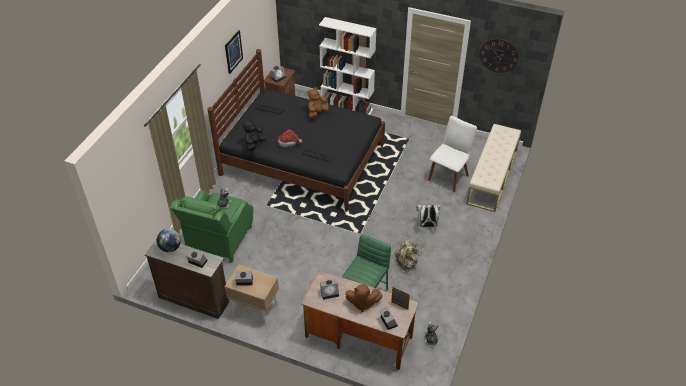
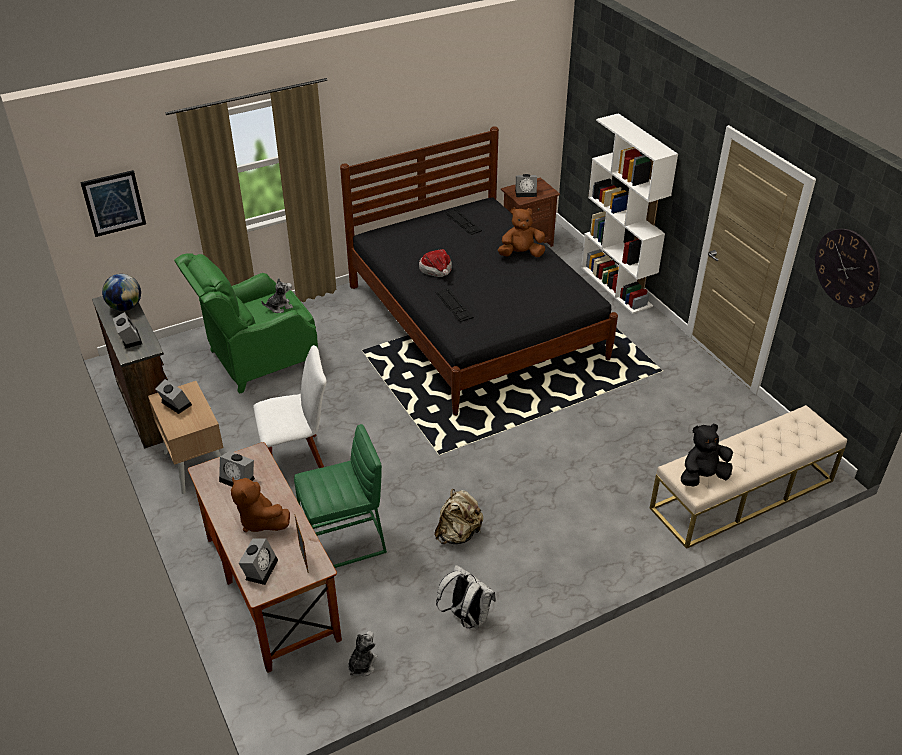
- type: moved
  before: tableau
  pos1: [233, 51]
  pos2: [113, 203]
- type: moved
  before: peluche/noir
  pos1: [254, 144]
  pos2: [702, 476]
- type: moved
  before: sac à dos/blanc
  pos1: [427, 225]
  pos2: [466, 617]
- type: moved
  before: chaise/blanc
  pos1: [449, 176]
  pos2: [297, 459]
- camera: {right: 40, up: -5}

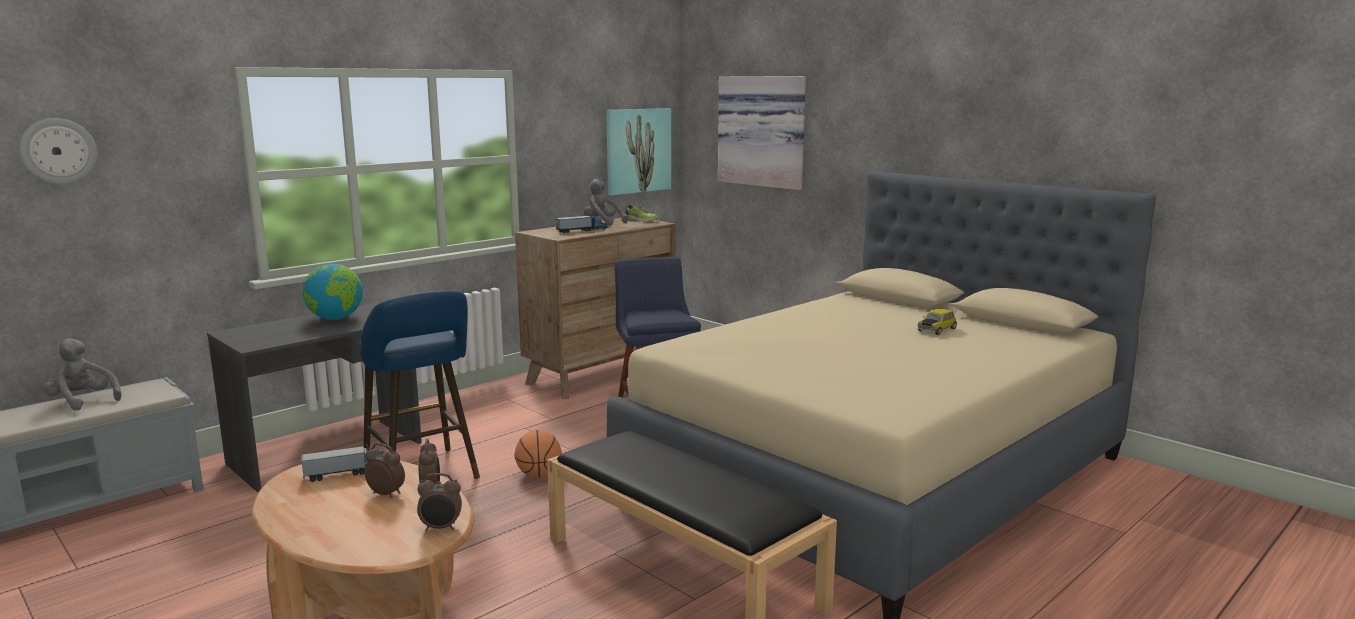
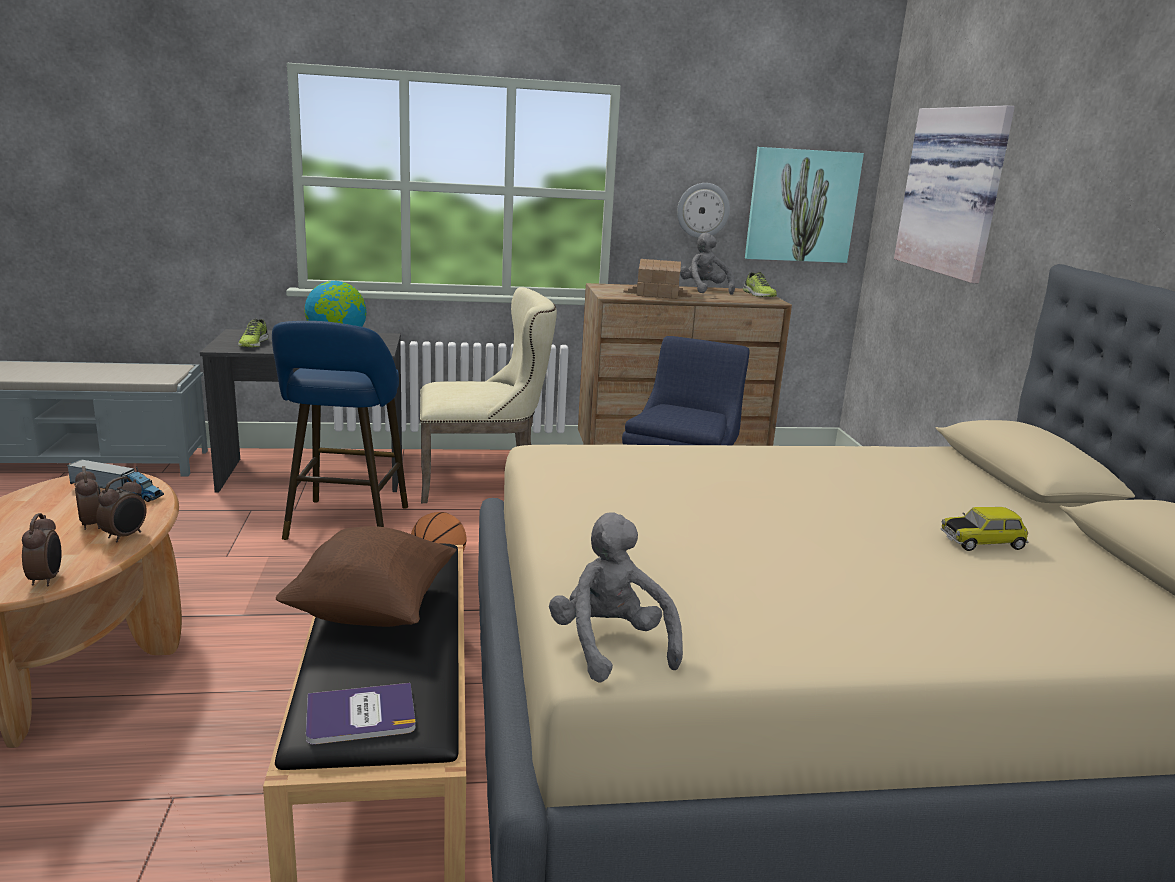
- type: added
  after: chaussure
  pos2: [253, 343]
- type: added
  after: coussin/marron
  pos2: [372, 610]
- type: added
  after: livre
  pos2: [360, 715]
- type: added
  after: chaise/beige
  pos2: [484, 482]
- type: moved
  before: horloge murale
  pos1: [58, 151]
  pos2: [702, 210]
- type: moved
  before: peluche/gris
  pos1: [83, 401]
  pos2: [610, 645]
- type: replaced
  before: camion jouet
  after: maison miniature
  pos1: [582, 230]
  pos2: [657, 293]
- type: turned
  before: réveil
  pos1: [441, 528]
  pos2: [47, 579]
  turn: -135
- camera: {right: 35, up: 5}

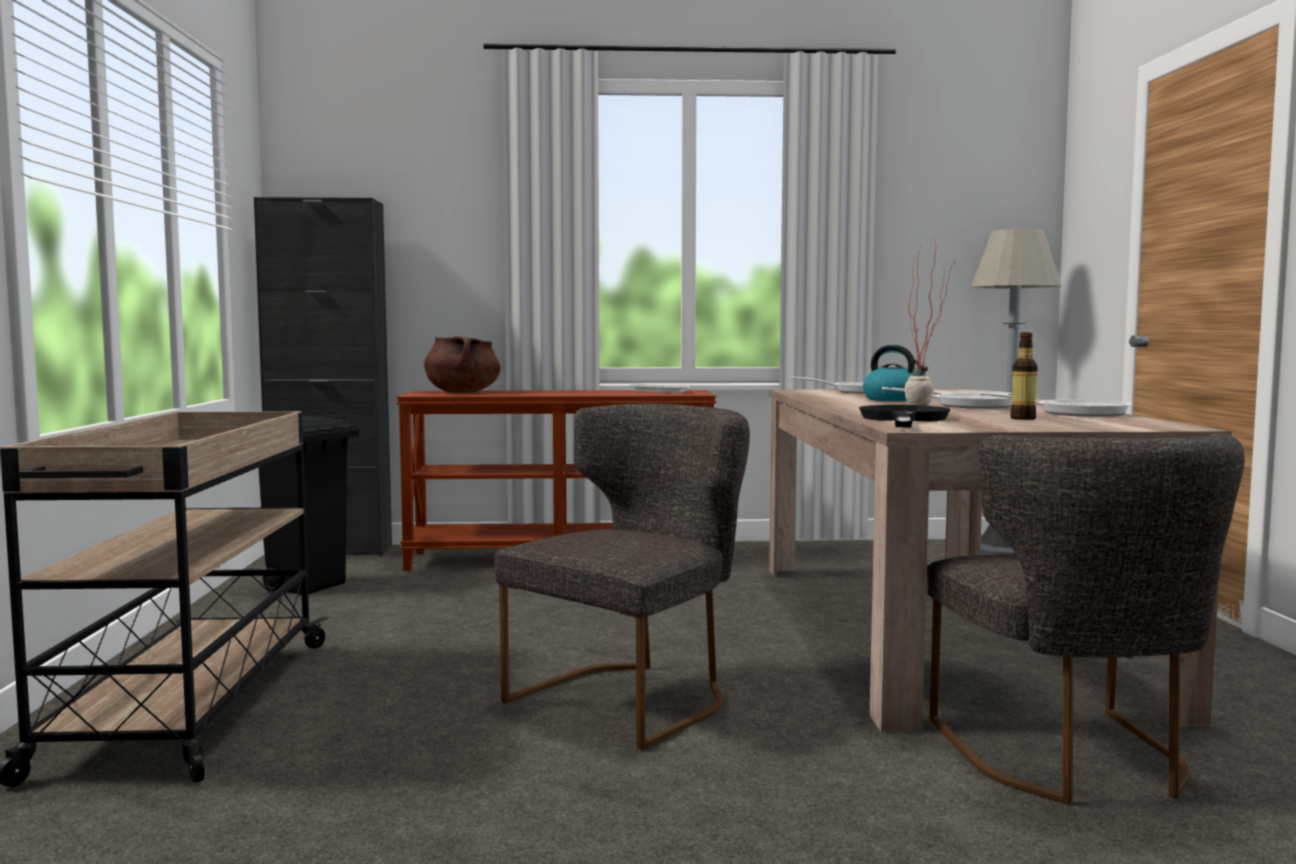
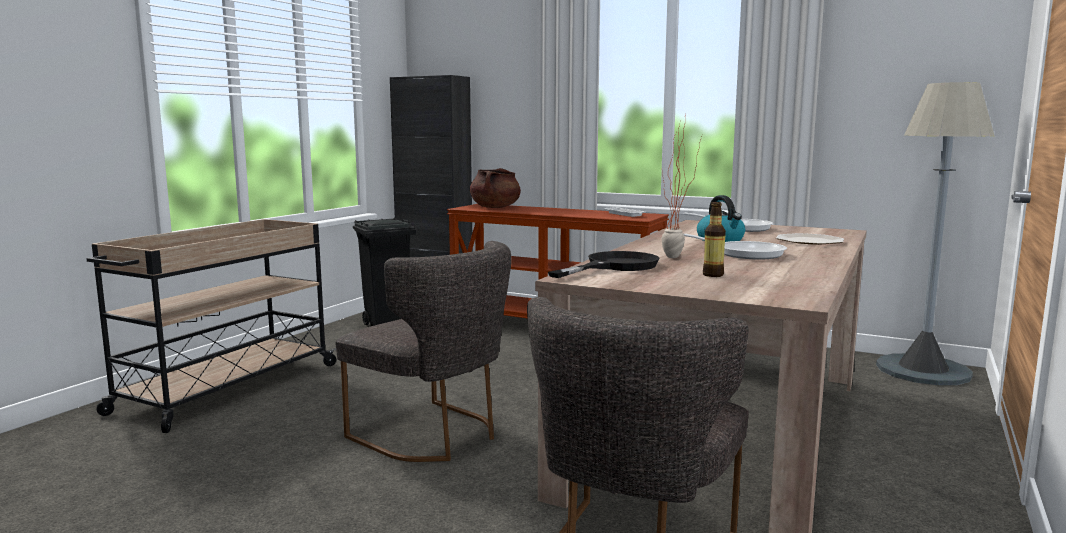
- type: removed
  before: poêle
  pos1: [1073, 413]
- type: turned
  before: chaise/gris
  pos1: [634, 696]
  pos2: [434, 435]
  turn: 60
- camera: {right: 30, up: 5}

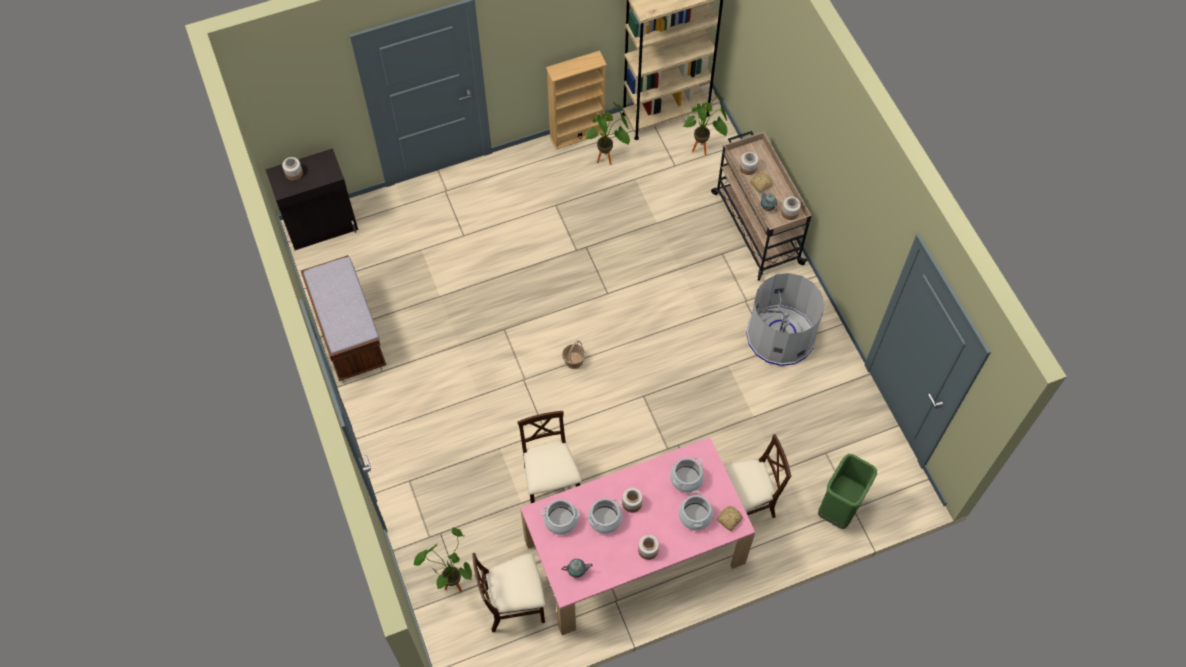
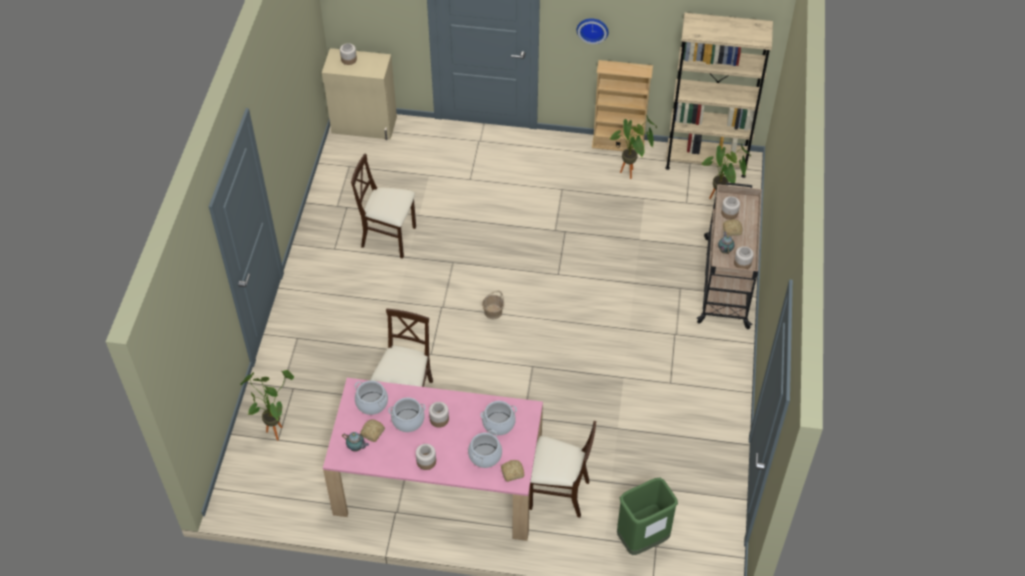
- type: removed
  before: banc/marron
  pos1: [348, 334]
- type: removed
  before: poubelle/gris
  pos1: [780, 336]
- type: added
  after: pain
  pos2: [372, 433]
- type: added
  after: horloge murale
  pos2: [592, 29]
- type: moved
  before: chaise/beige
  pos1: [514, 604]
  pos2: [389, 238]
- type: recoloured
  before: meuble de rangement/noir
  after: meuble de rangement/beige
  pos1: [322, 226]
  pos2: [364, 125]
- camera: {right: 30, up: -10}

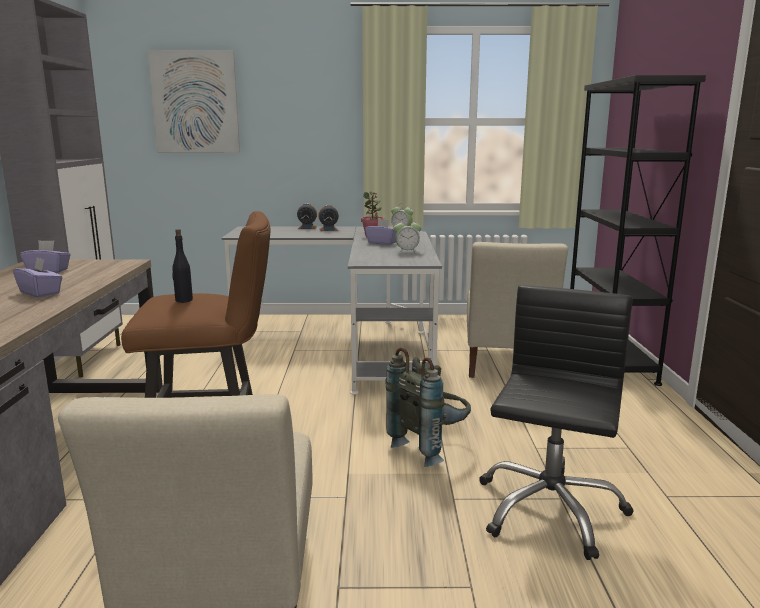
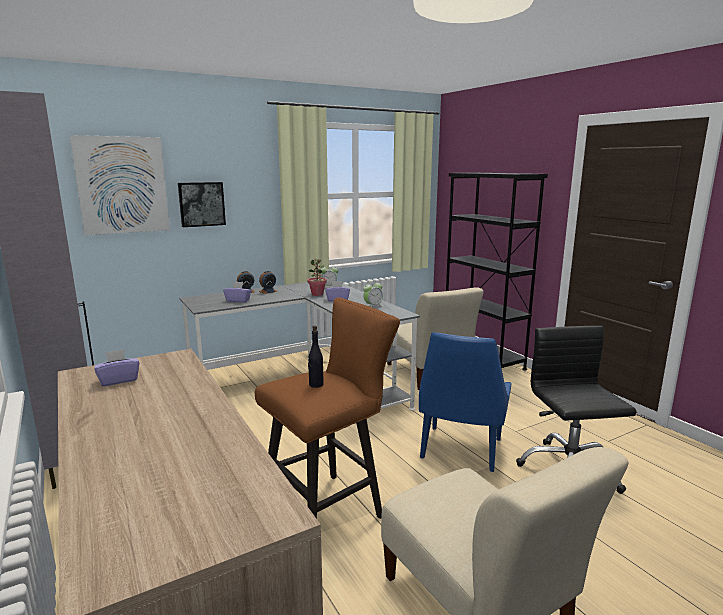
- type: added
  after: tableau
  pos2: [201, 204]
- type: moved
  before: boîte à mouchoirs/violet
  pos1: [40, 293]
  pos2: [238, 300]
- type: replaced
  before: sac à dos/gris
  after: chaise/bleu
  pos1: [430, 447]
  pos2: [460, 450]
- camera: {right: -30, up: 0}

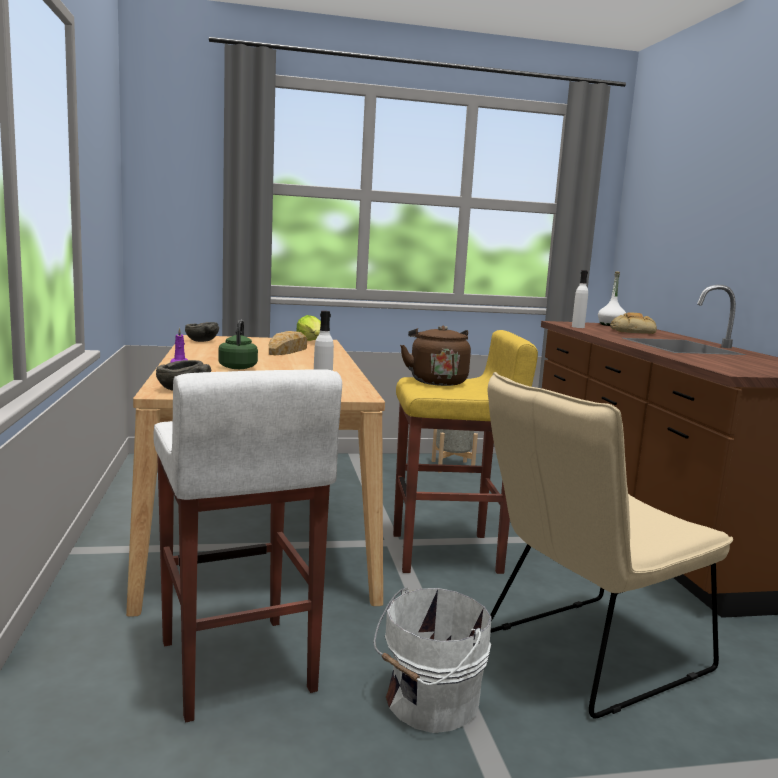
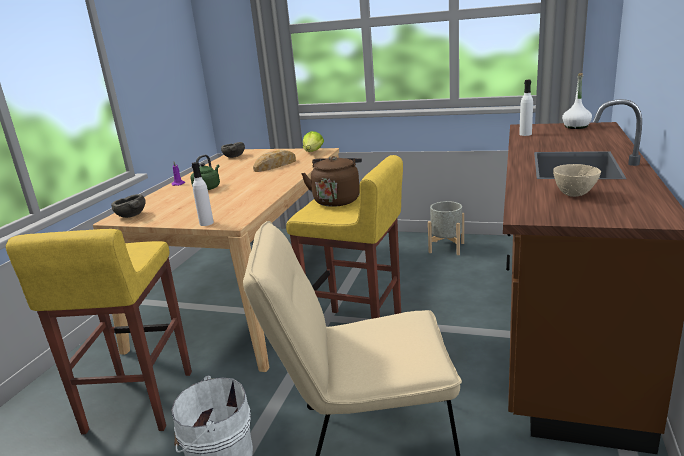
- type: removed
  before: pain
  pos1: [632, 331]
- type: added
  after: bol/beige
  pos2: [574, 194]
- type: recoloured
  before: tabouret/blanc
  after: tabouret/jaune
  pos1: [235, 667]
  pos2: [138, 402]
- camera: {right: 30, up: 10}

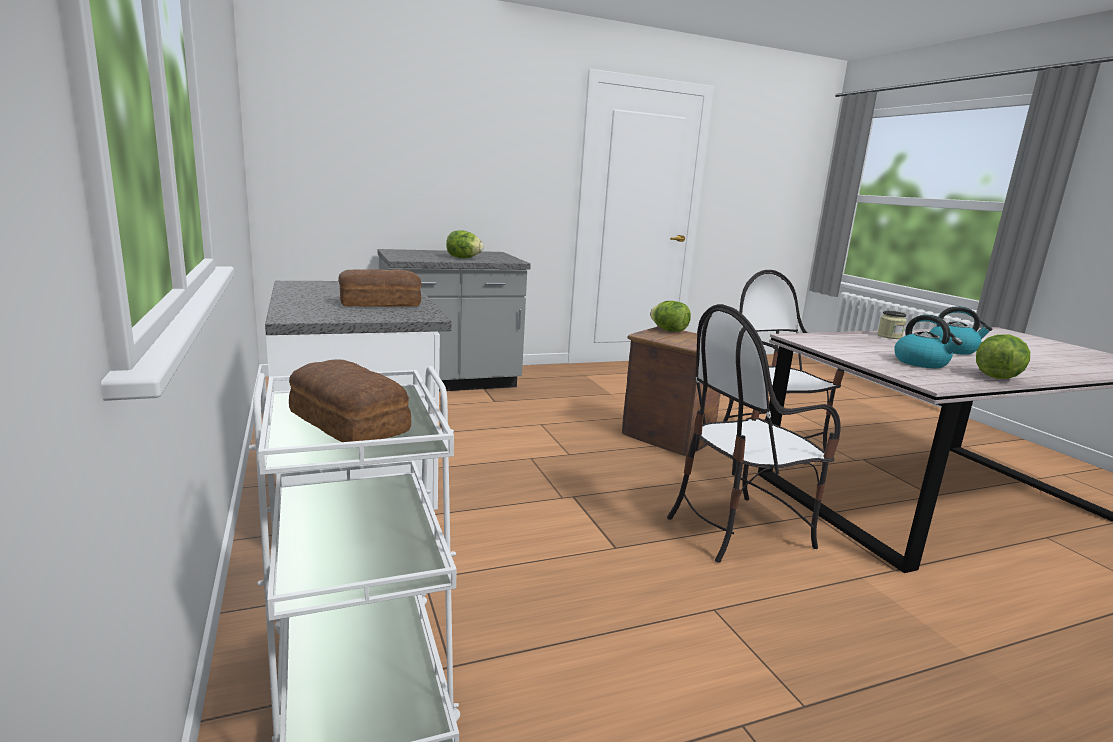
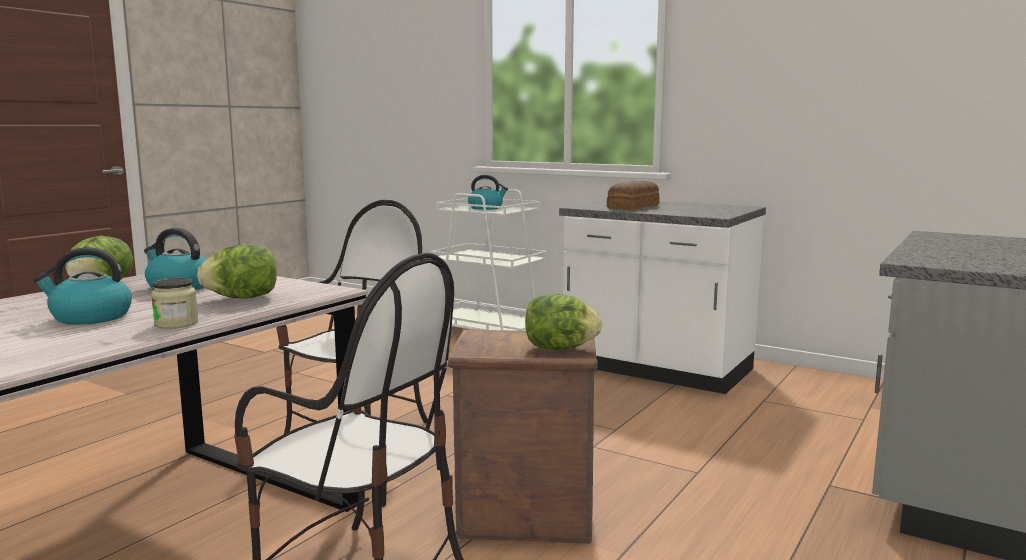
- type: moved
  before: laitue
  pos1: [463, 258]
  pos2: [242, 298]
- type: replaced
  before: pain
  after: bouilloire
  pos1: [348, 423]
  pos2: [486, 208]
- camera: {right: 145, up: -5}

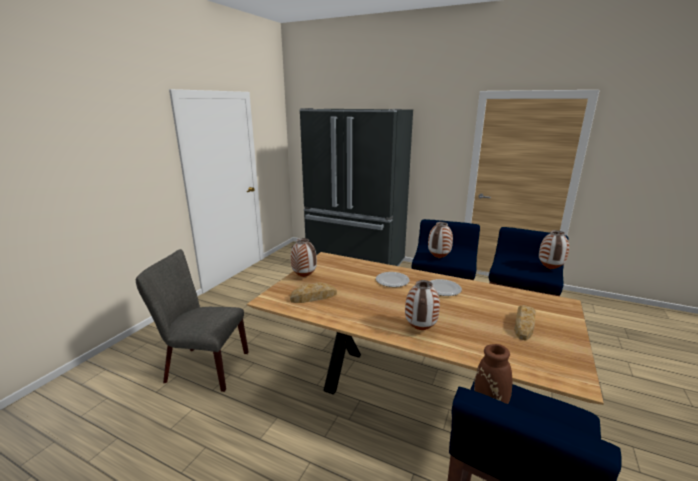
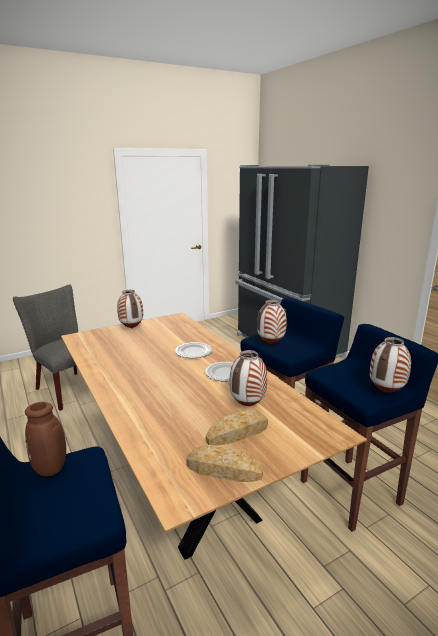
- type: moved
  before: pain
  pos1: [313, 297]
  pos2: [223, 470]
- type: moved
  before: vase
  pos1: [420, 329]
  pos2: [247, 406]
- camera: {right: 35, up: 0}

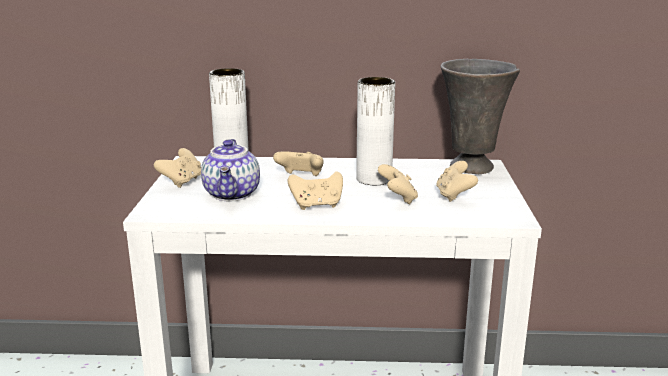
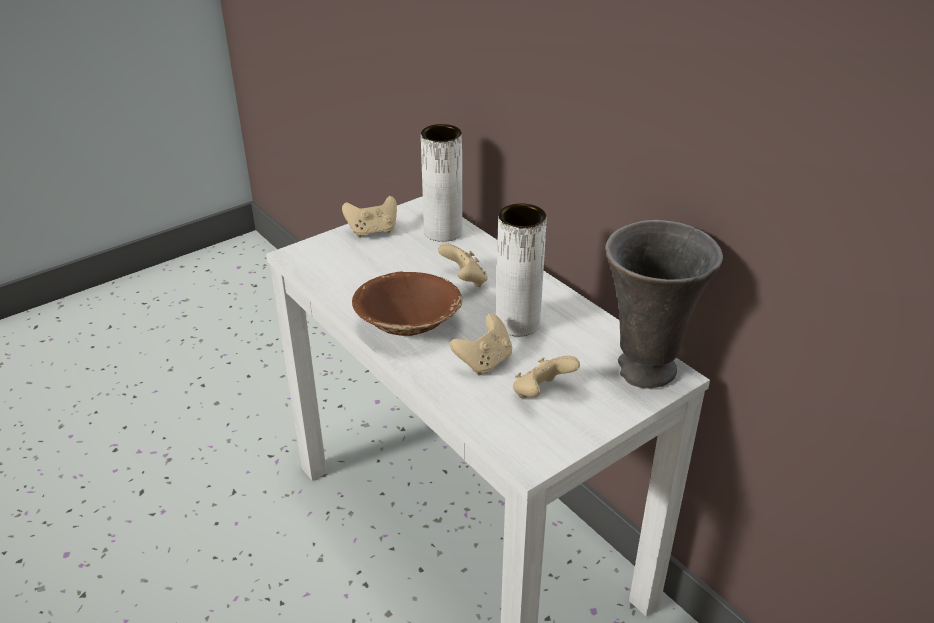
- type: removed
  before: théière
  pos1: [233, 194]
- type: replaced
  before: manette/beige
  after: bol/marron
  pos1: [317, 205]
  pos2: [408, 324]
- camera: {right: 50, up: 15}

